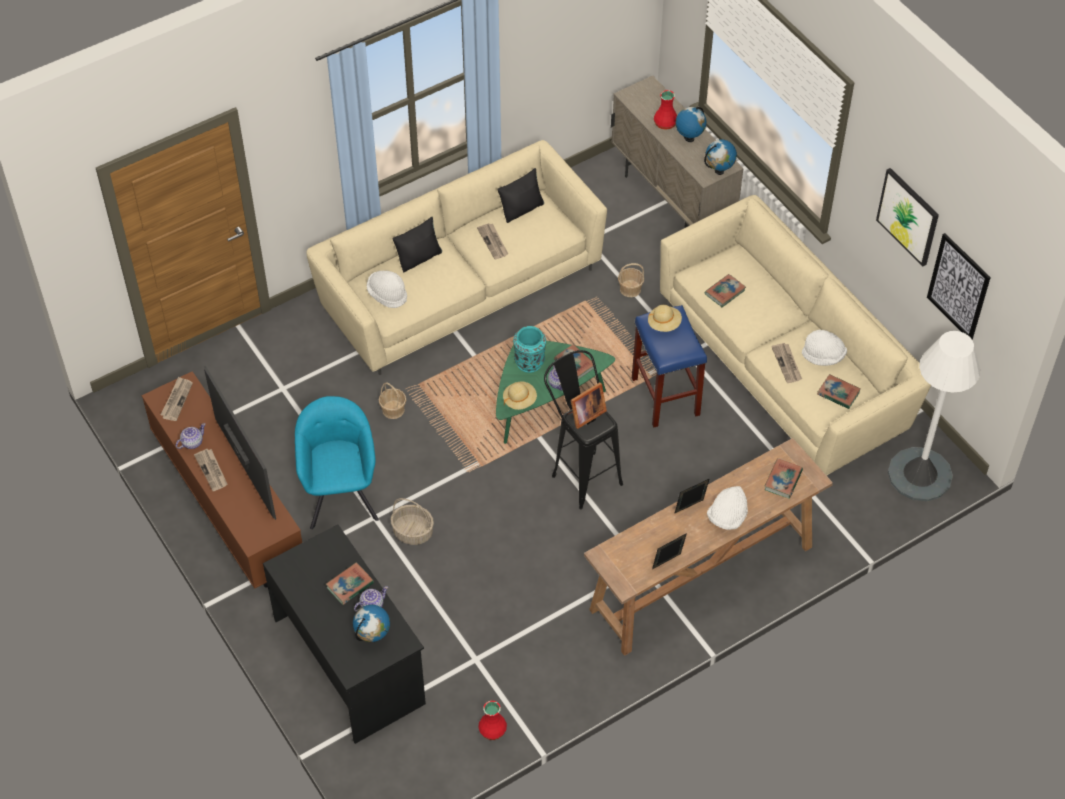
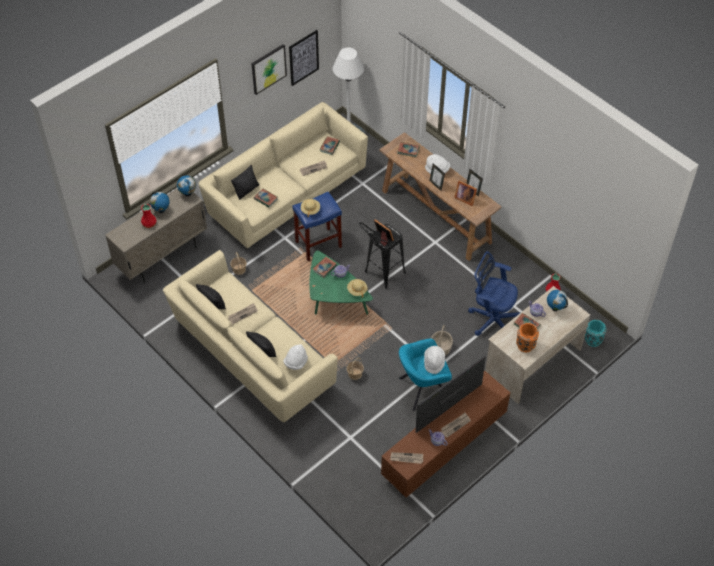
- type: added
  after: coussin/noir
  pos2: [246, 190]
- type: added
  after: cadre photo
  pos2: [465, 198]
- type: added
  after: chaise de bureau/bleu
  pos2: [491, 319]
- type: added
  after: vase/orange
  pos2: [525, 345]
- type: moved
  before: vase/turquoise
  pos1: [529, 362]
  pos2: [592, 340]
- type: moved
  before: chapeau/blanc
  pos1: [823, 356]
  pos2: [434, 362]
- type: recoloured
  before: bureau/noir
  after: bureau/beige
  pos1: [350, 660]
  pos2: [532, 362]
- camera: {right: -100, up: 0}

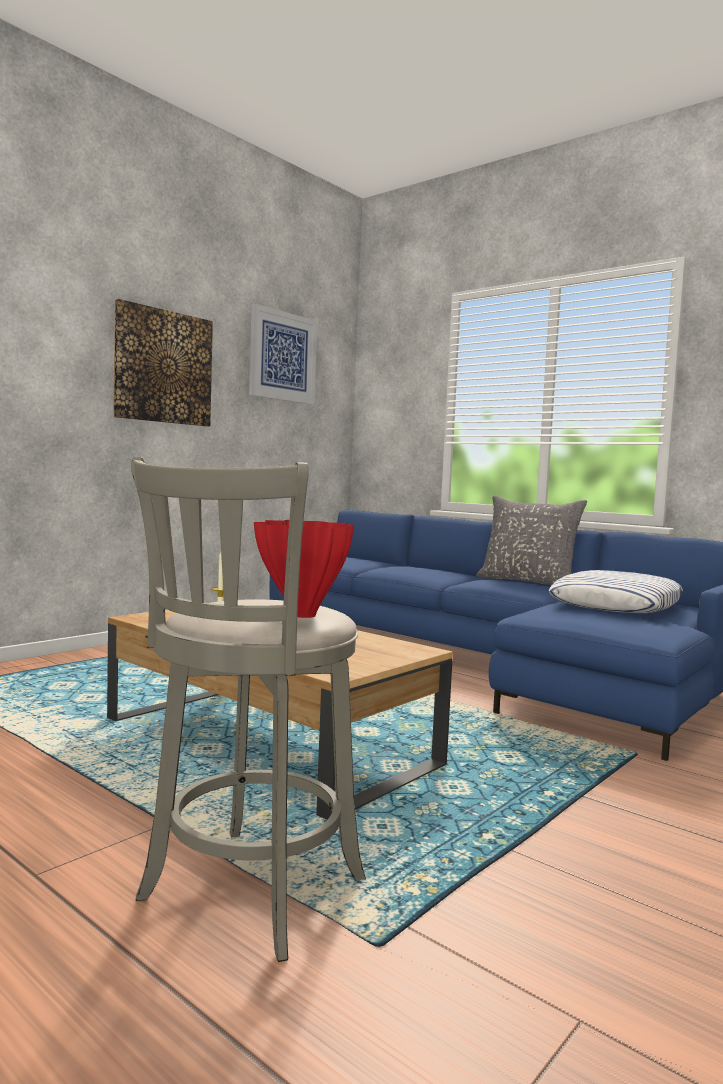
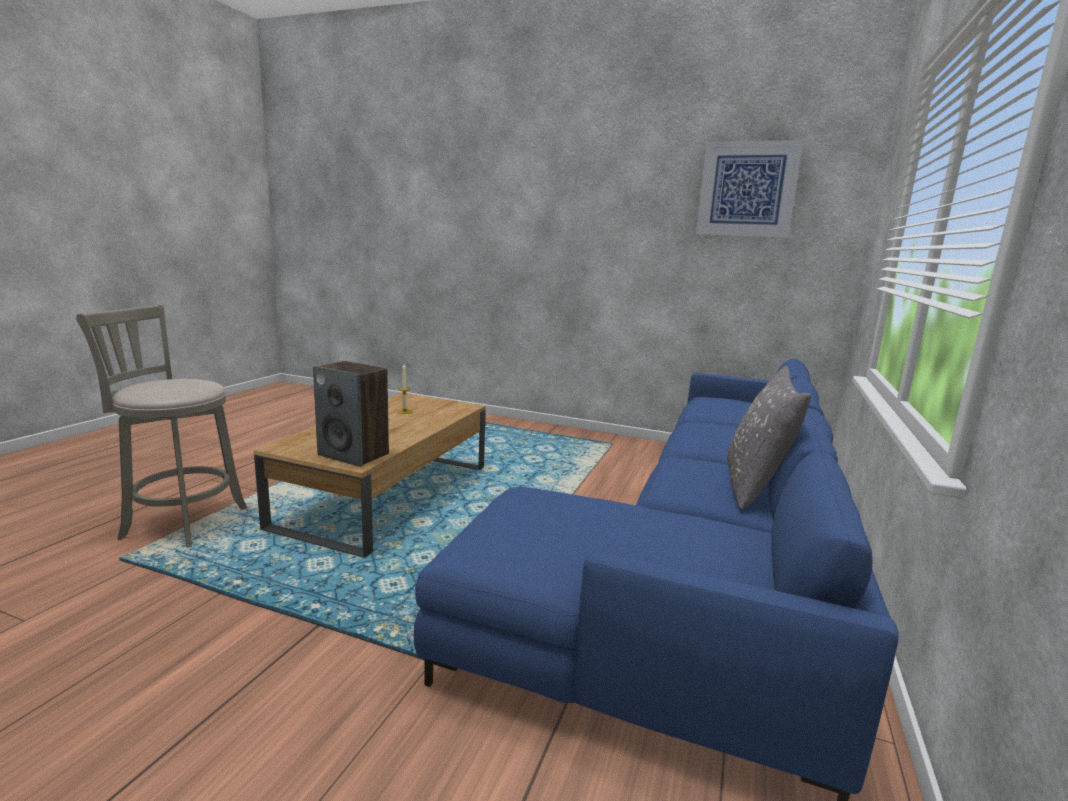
- type: removed
  before: tableau
  pos1: [163, 367]
- type: removed
  before: vase/rouge
  pos1: [303, 615]
- type: removed
  before: coussin
  pos1: [616, 604]
- type: added
  after: enceinte
  pos2: [354, 454]
- camera: {right: 70, up: 10}

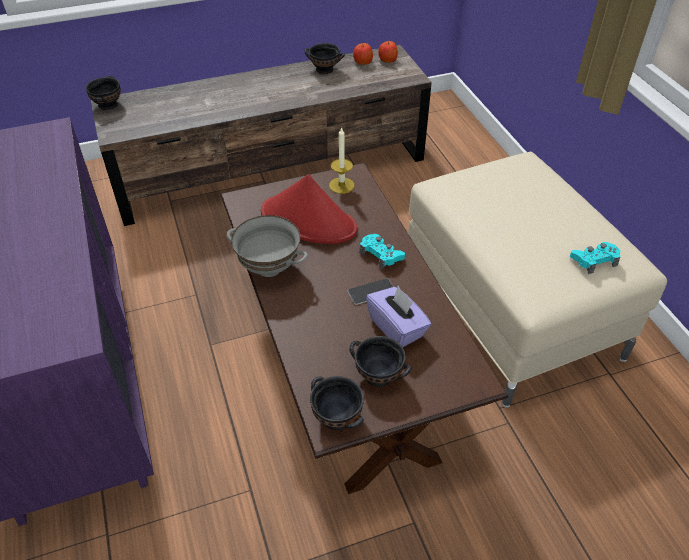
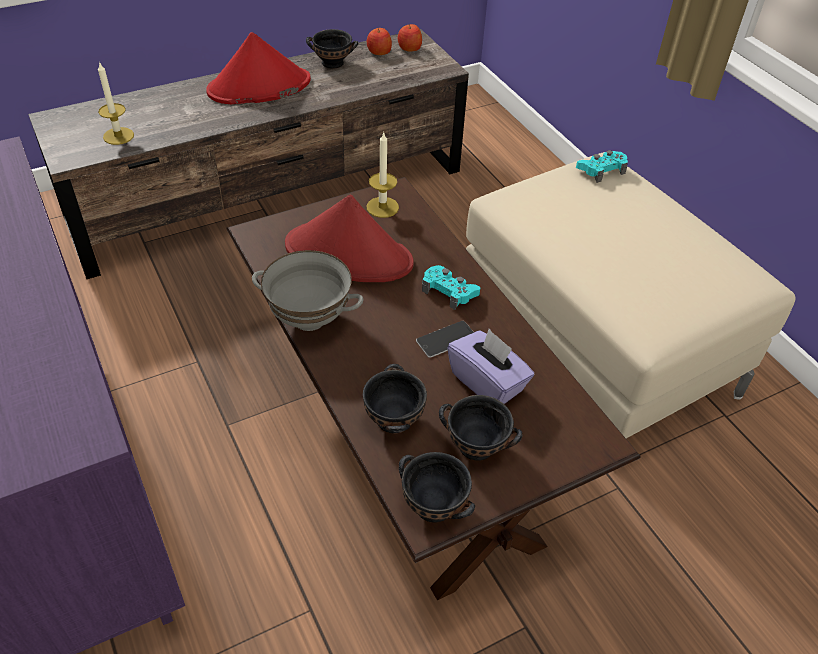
- type: added
  after: bougie
  pos2: [118, 136]
- type: added
  after: chapeau/rouge
  pos2: [259, 87]
- type: moved
  before: bol/noir
  pos1: [108, 104]
  pos2: [394, 418]
- type: moved
  before: manette/turquoise
  pos1: [594, 260]
  pos2: [601, 170]
- camera: {right: -10, up: 0}

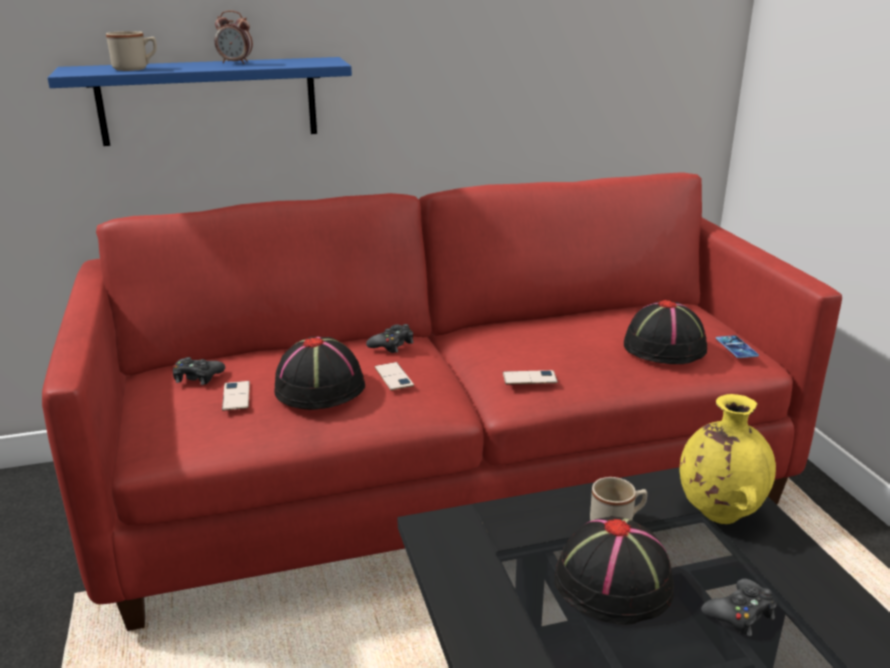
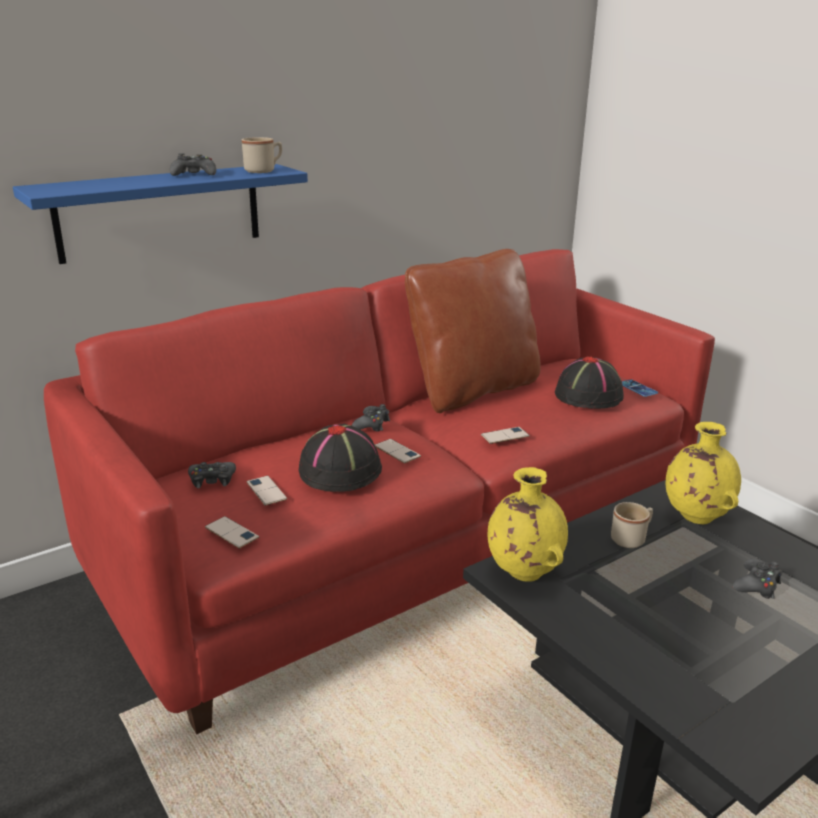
- type: removed
  before: chapeau/noir
  pos1: [614, 583]
- type: added
  after: téléphone
  pos2: [231, 533]
- type: added
  after: coussin/marron
  pos2: [472, 390]
- type: added
  after: vase/jaune
  pos2: [523, 572]
- type: moved
  before: mug/beige
  pos1: [136, 68]
  pos2: [264, 170]
- type: replaced
  before: réveil
  after: manette/noir
  pos1: [236, 63]
  pos2: [194, 174]
- camera: {right: -20, up: 0}

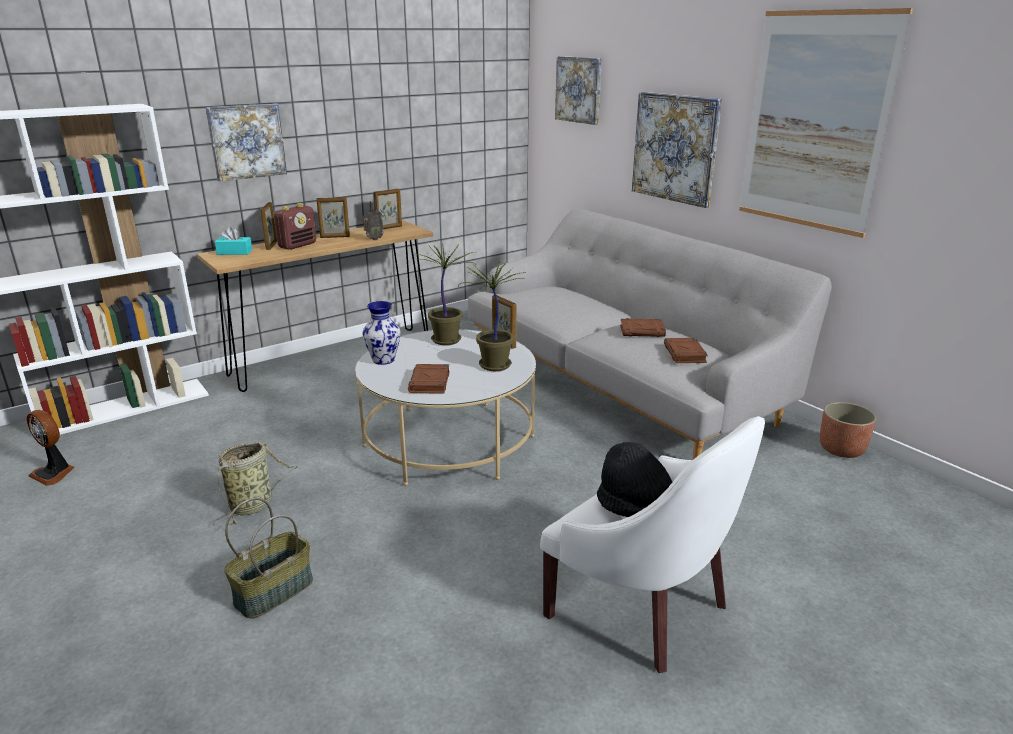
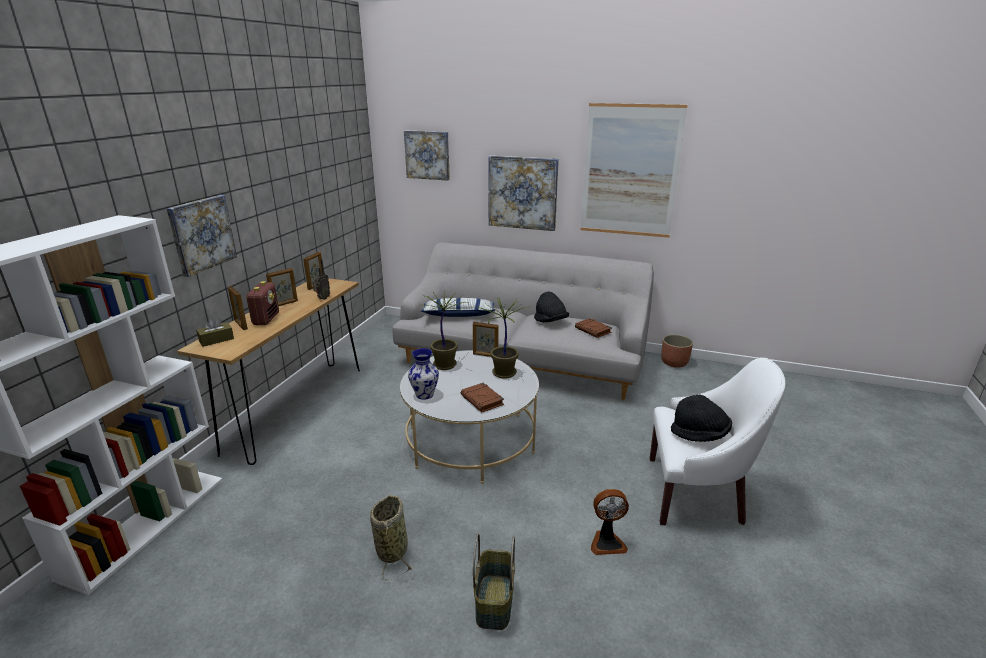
- type: added
  after: coussin
  pos2: [458, 315]
- type: moved
  before: ventilateur
  pos1: [54, 473]
  pos2: [607, 542]
- type: replaced
  before: livre/marron
  after: chapeau/noir
  pos1: [642, 331]
  pos2: [550, 321]
- type: recoloured
  before: boîte à mouchoirs/turquoise
  after: boîte à mouchoirs/marron
  pos1: [234, 252]
  pos2: [216, 340]
- camera: {right: -35, up: 0}

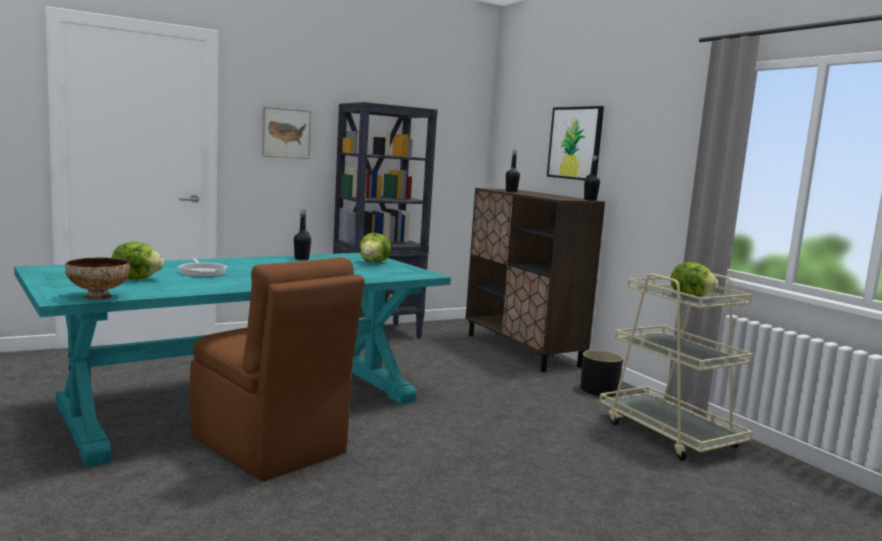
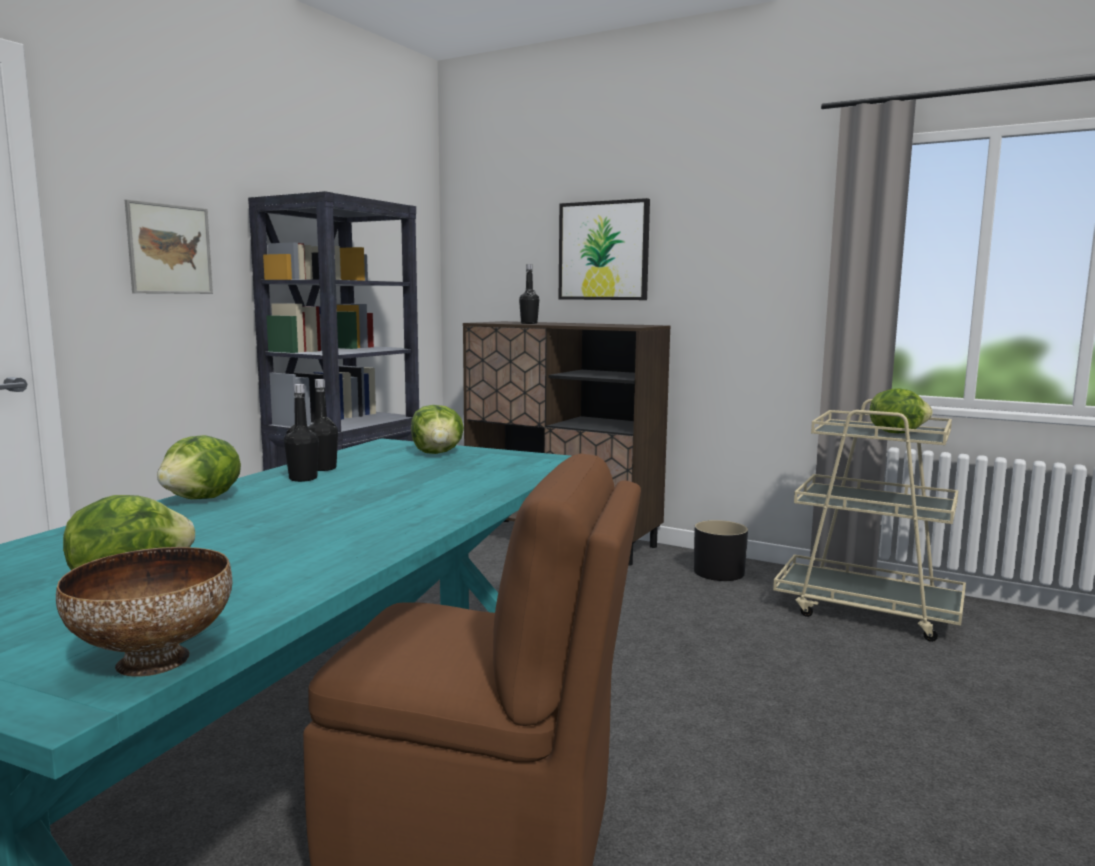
- type: removed
  before: poêle
  pos1: [202, 272]
- type: added
  after: laitue
  pos2: [203, 499]
- type: moved
  before: bouteille/noir
  pos1: [590, 200]
  pos2: [303, 479]
- camera: {right: -30, up: 0}

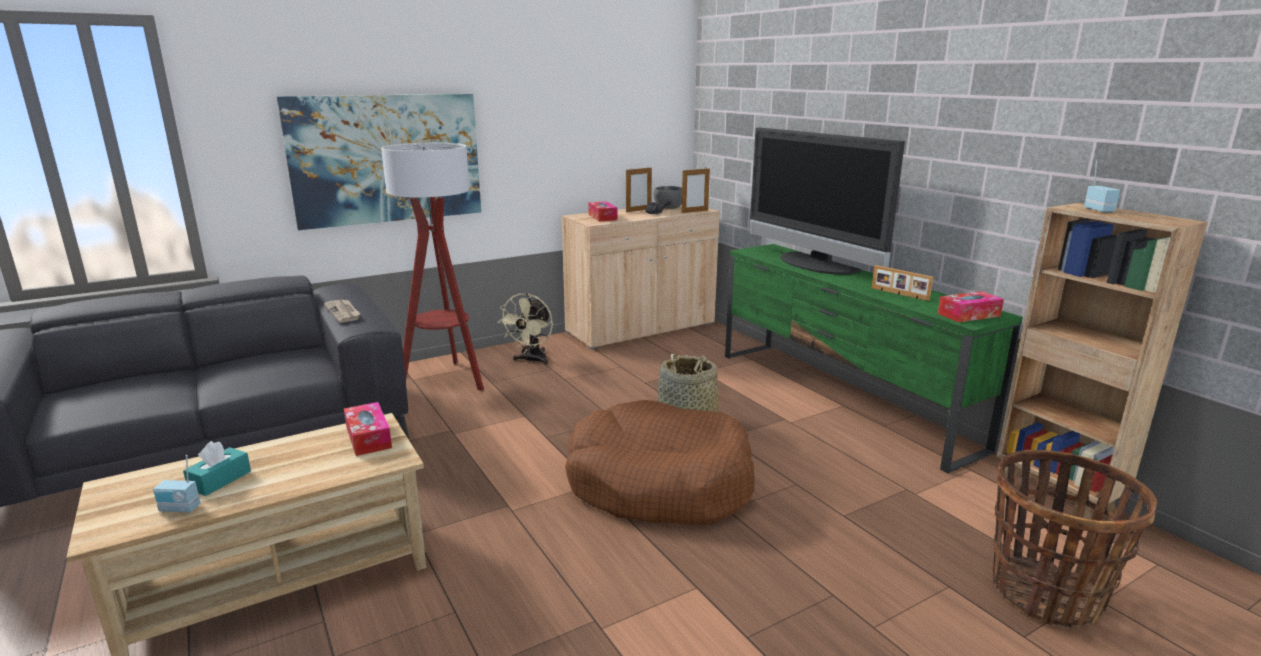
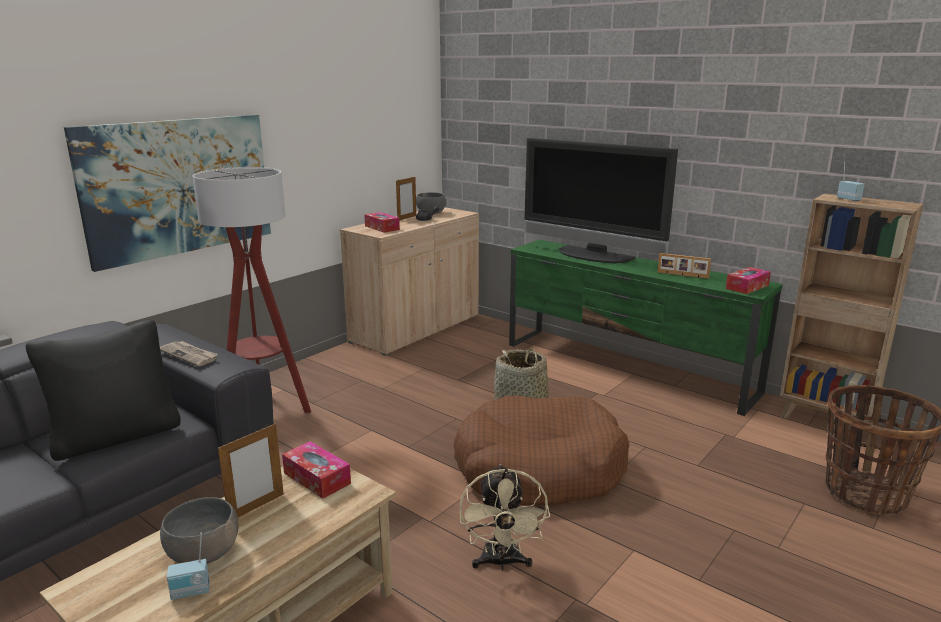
- type: added
  after: coussin/noir
  pos2: [116, 436]
- type: moved
  before: ventilateur/beige
  pos1: [531, 360]
  pos2: [501, 562]
- type: moved
  before: cadre photo
  pos1: [694, 211]
  pos2: [256, 507]
- type: replaced
  before: boîte à mouchoirs/turquoise
  after: bol/gris
  pos1: [220, 480]
  pos2: [204, 553]
- camera: {right: -20, up: 0}

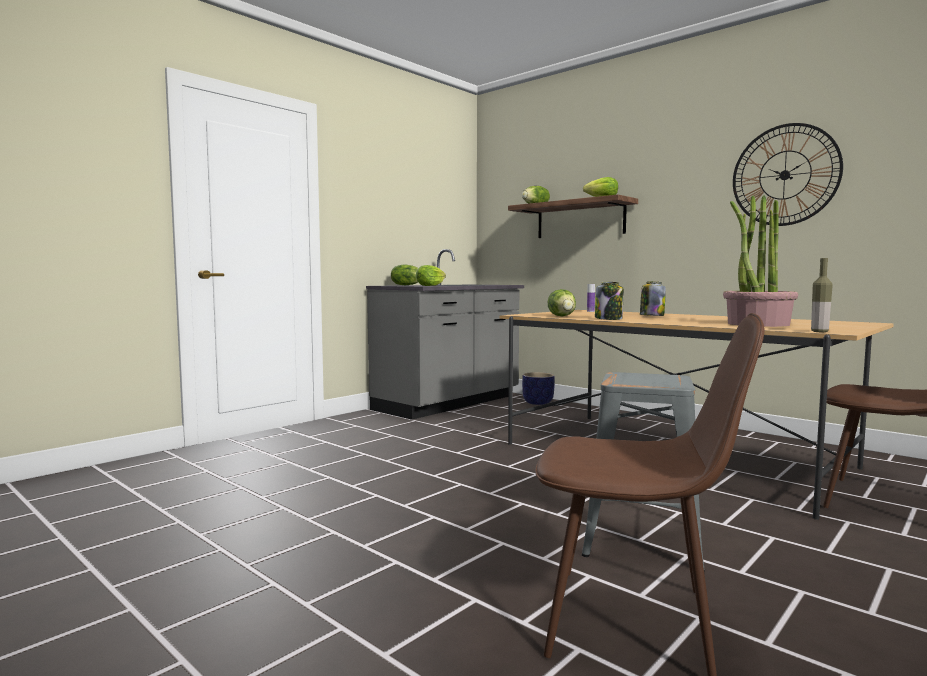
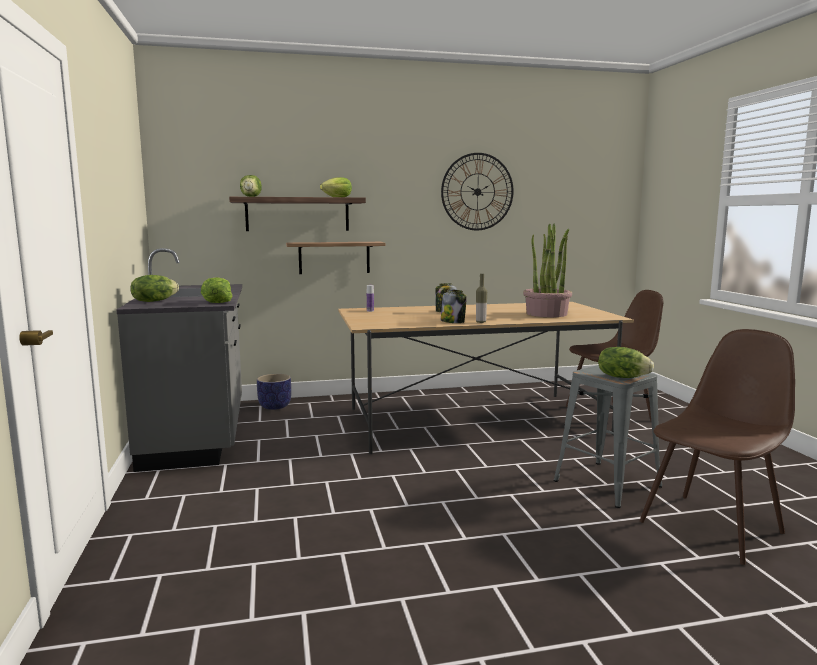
- type: added
  after: étagère
  pos2: [334, 257]
- type: moved
  before: laitue
  pos1: [562, 316]
  pos2: [622, 377]
- type: moved
  before: bouteille
  pos1: [819, 332]
  pos2: [480, 322]
- camera: {right: -55, up: 5}

